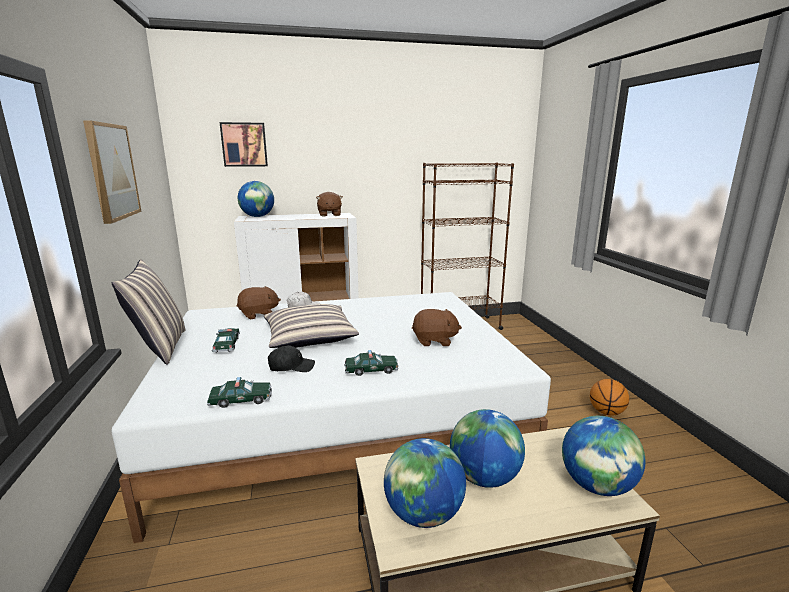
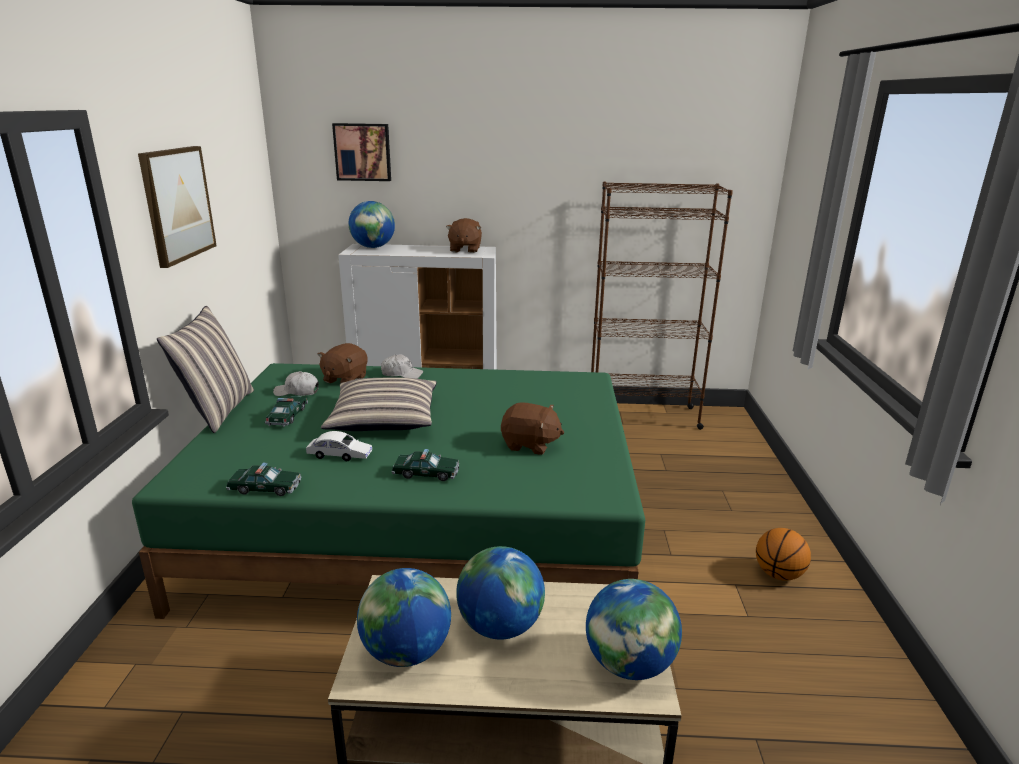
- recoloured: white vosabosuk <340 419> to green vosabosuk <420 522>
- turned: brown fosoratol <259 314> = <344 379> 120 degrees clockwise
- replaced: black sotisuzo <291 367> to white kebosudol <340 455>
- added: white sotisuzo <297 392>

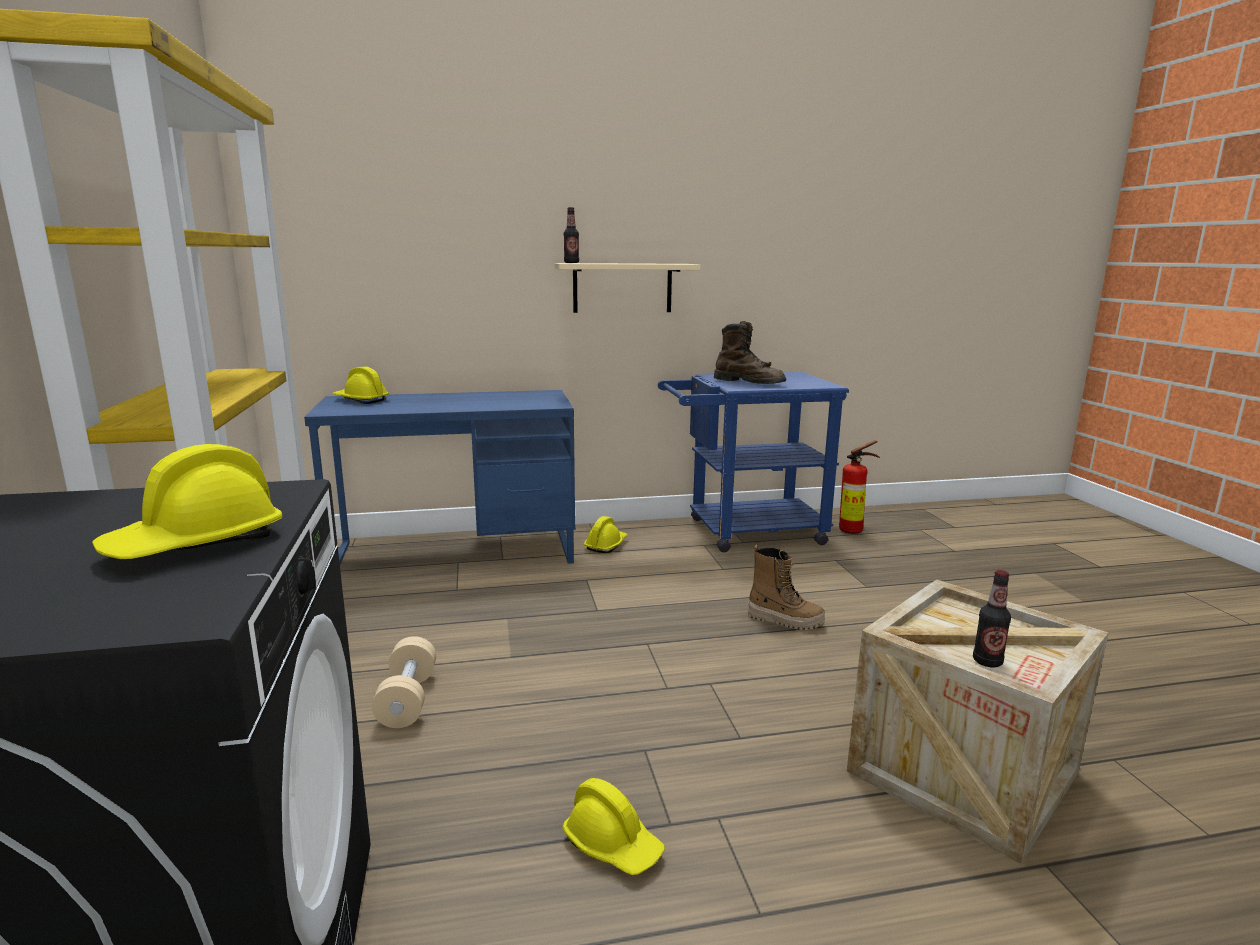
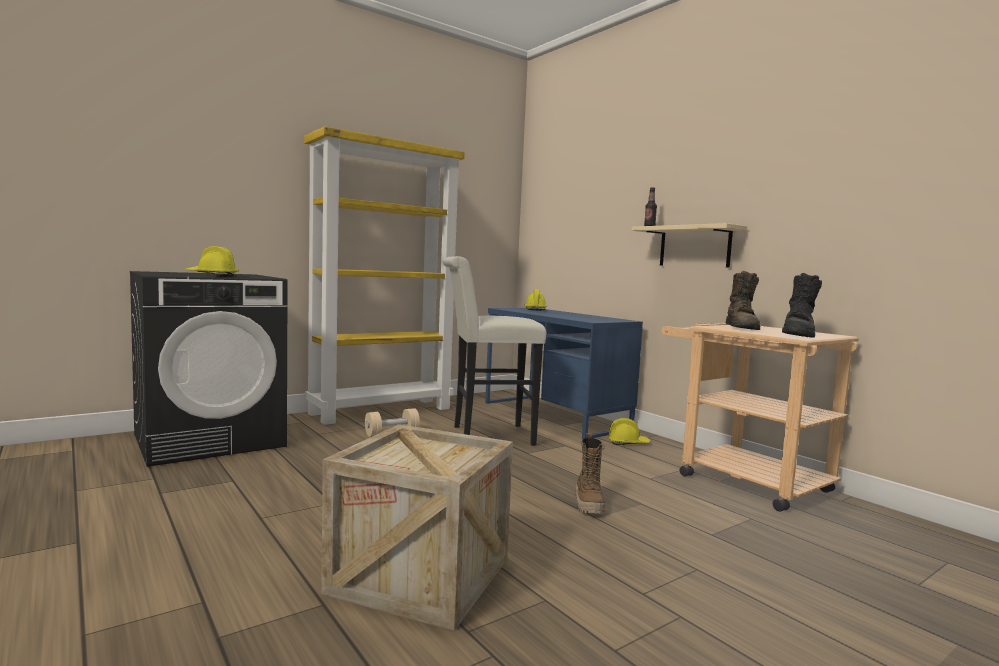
- removed: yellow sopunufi <613 844>
- recoloured: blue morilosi <744 532> to beige morilosi <742 479>
- removed: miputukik <854 531>
- removed: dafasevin <987 661>
- added: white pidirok <485 436>
- added: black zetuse <798 335>

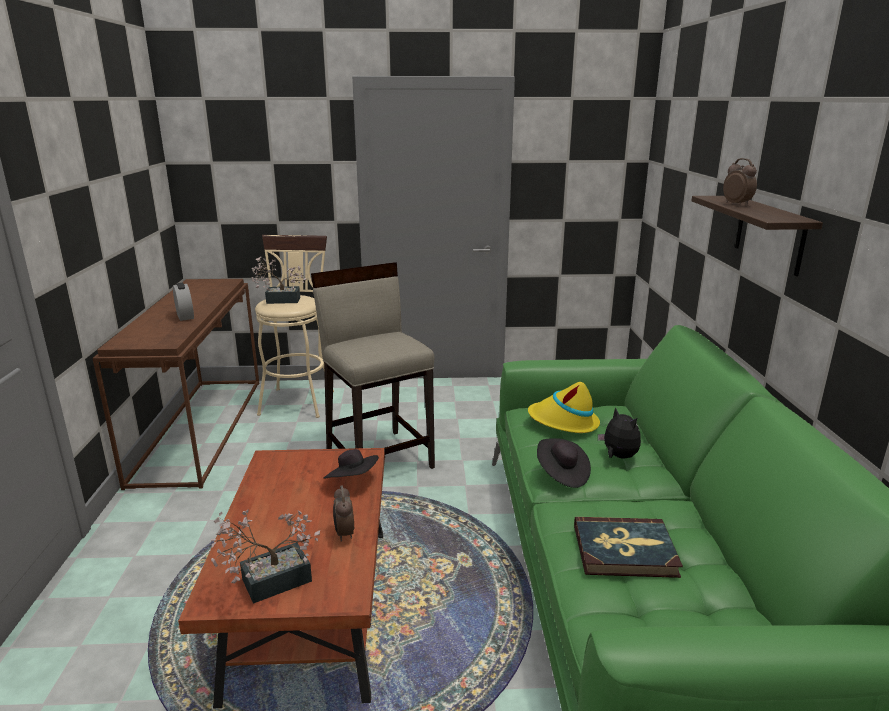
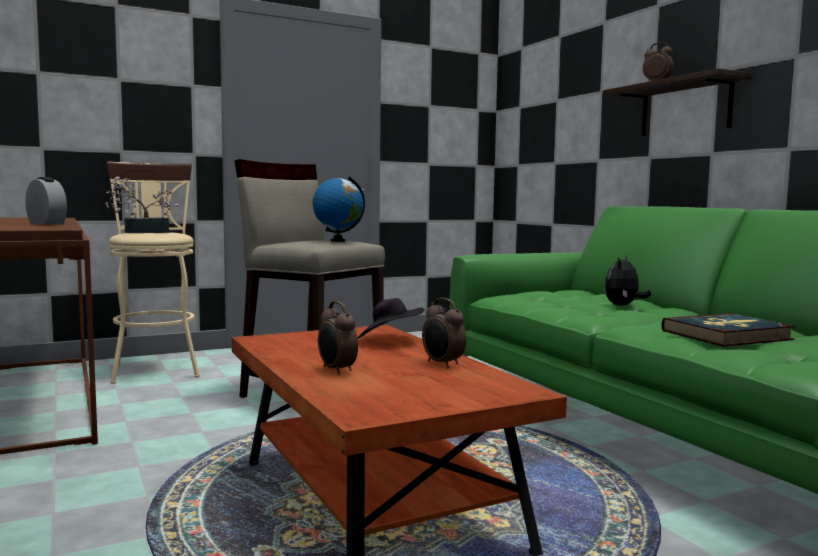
- removed: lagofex <268 583>
- removed: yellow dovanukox <563 422>
- removed: black dovanukox <562 474>
- turned: fosoratol <618 456> = <623 306> 90 degrees counterclockwise
- added: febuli <338 241>
- added: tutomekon <336 370>

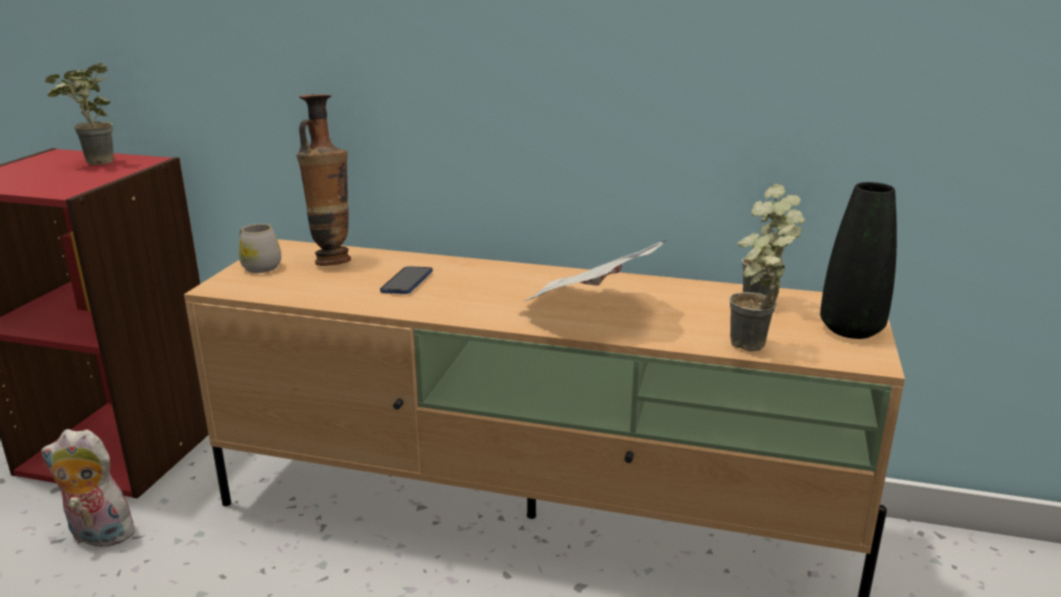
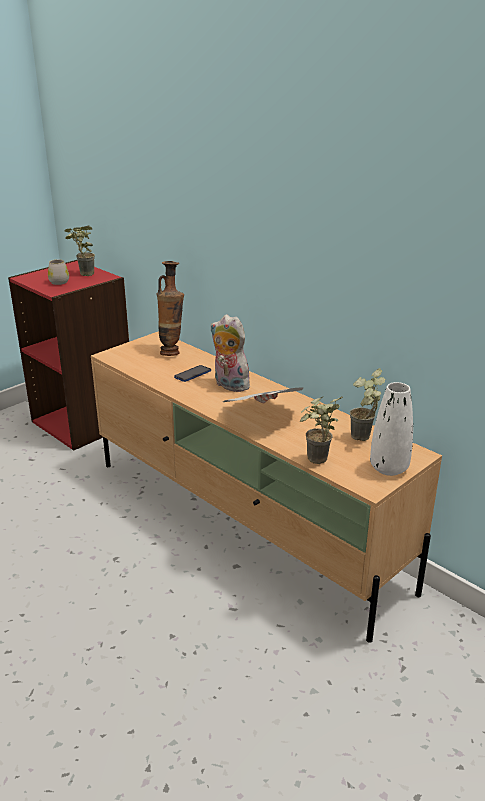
- moved: fosoratol <97 536> to <229 385>
- moved: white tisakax <258 266> to <59 281>
- recoloured: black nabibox <851 329> to white nabibox <389 468>

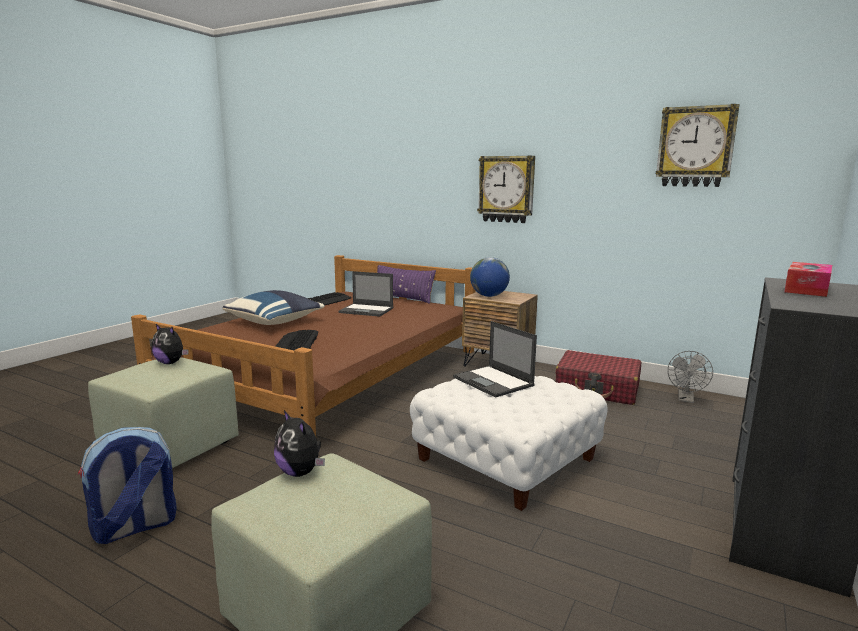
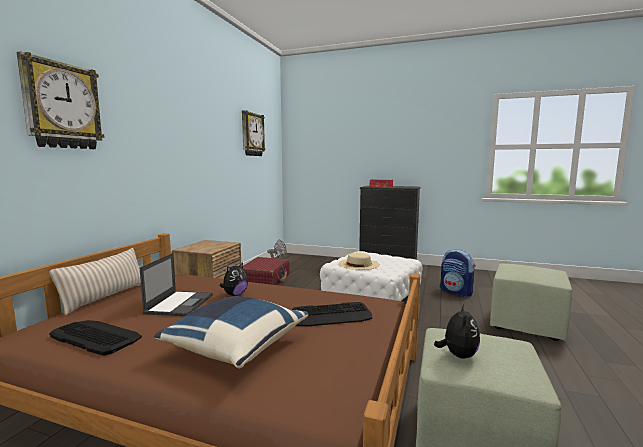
- moved: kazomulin <134 527> to <456 292>
- moved: fosoratol <300 472> to <235 294>
- recoloured: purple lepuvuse <403 298> to beige lepuvuse <105 297>
- replaced: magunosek <494 382> to beige dovanukox <359 264>
- removed: febuli <489 296>
- moved: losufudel <506 189> to <62 106>

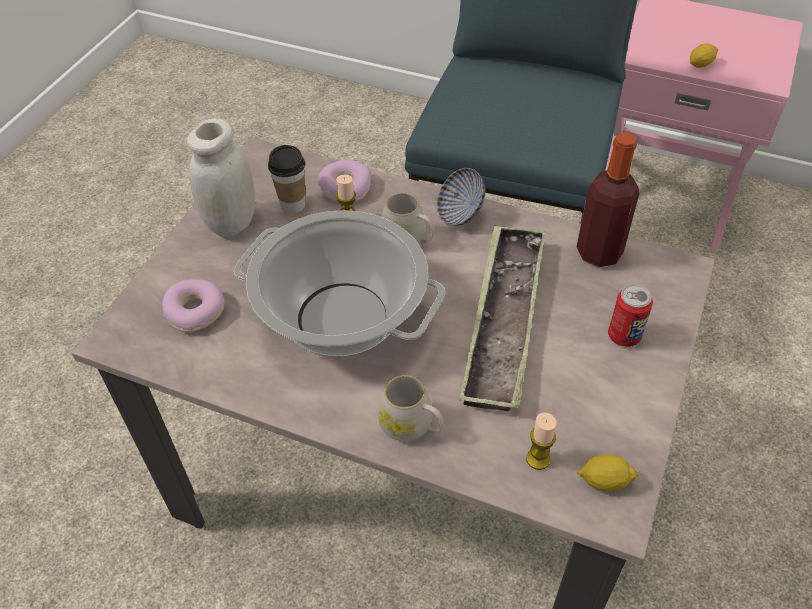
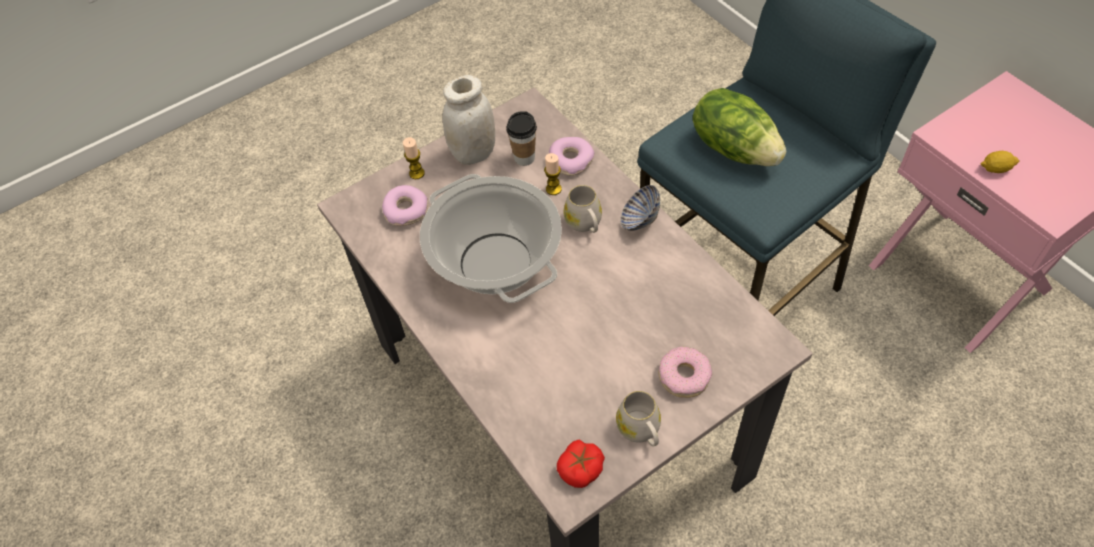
- moved: white tisakax <411 426> to <641 431>
- removed: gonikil <503 321>
- moved: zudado <538 459> to <417 173>
- removed: dafasevin <599 252>
- replaced: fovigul <604 481> to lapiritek <581 469>
- replaced: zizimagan <624 336> to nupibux <683 376>
- added: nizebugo <734 148>

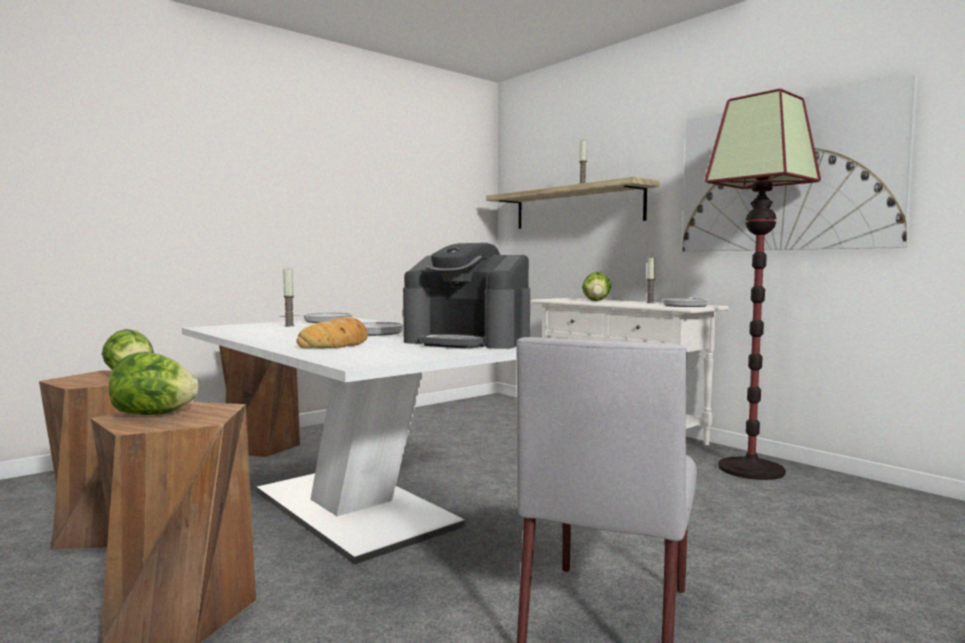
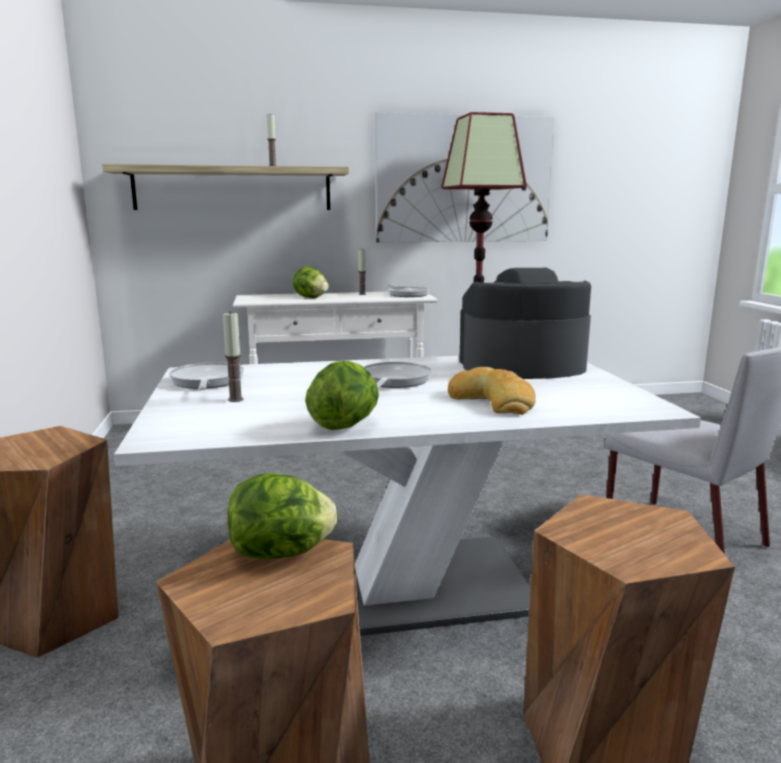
- moved: nizebugo <153 414> to <345 425>
- turned: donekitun <468 341> = <520 366> 150 degrees counterclockwise

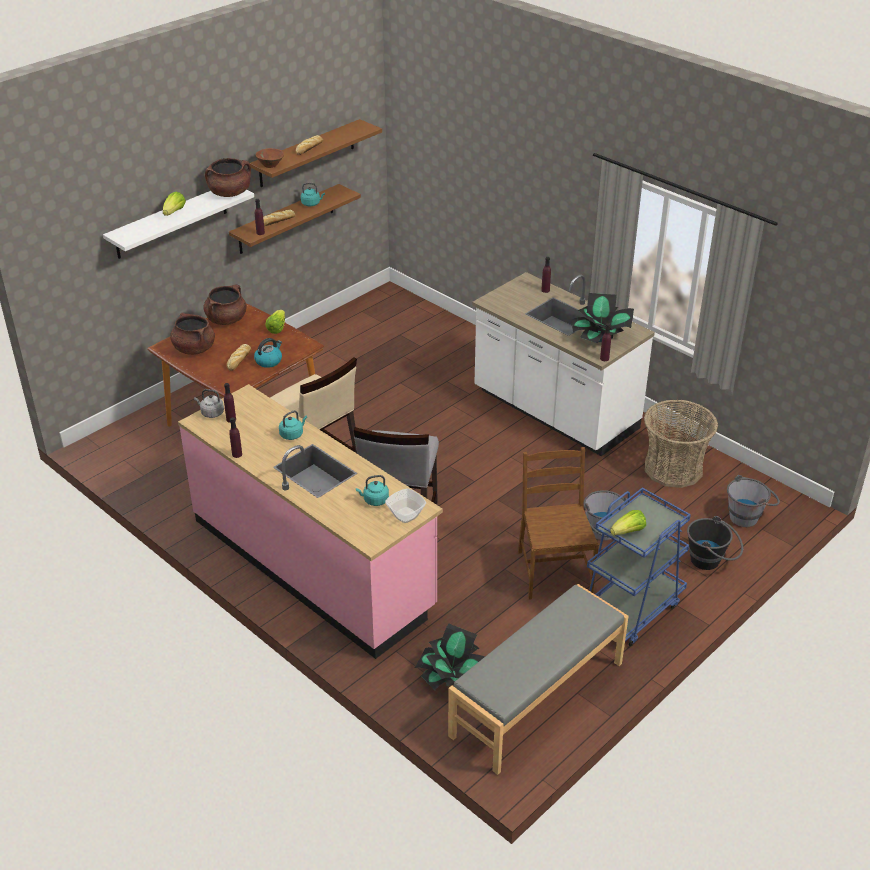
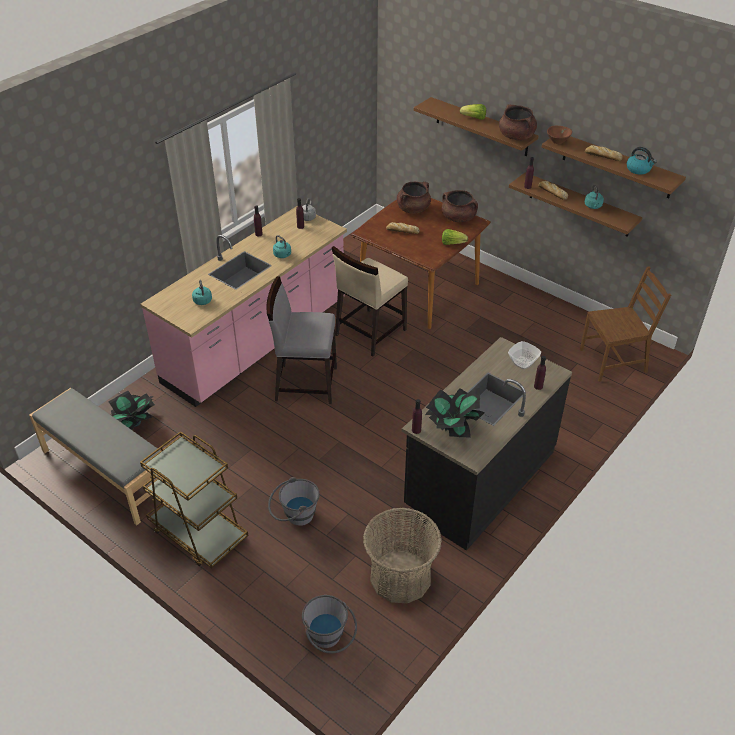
- recoloured: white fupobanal <171 221> to brown fupobanal <481 127>
- moved: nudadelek <269 361> to <639 169>
- moved: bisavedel <406 515> to <523 363>
- recoloured: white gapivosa <554 411> to black gapivosa <479 479>
- moved: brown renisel <553 571> to <613 361>
- recoloured: blue morilosi <630 610> to brown morilosi <198 533>
- removed: nizebugo <628 532>
- removed: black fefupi <711 561>

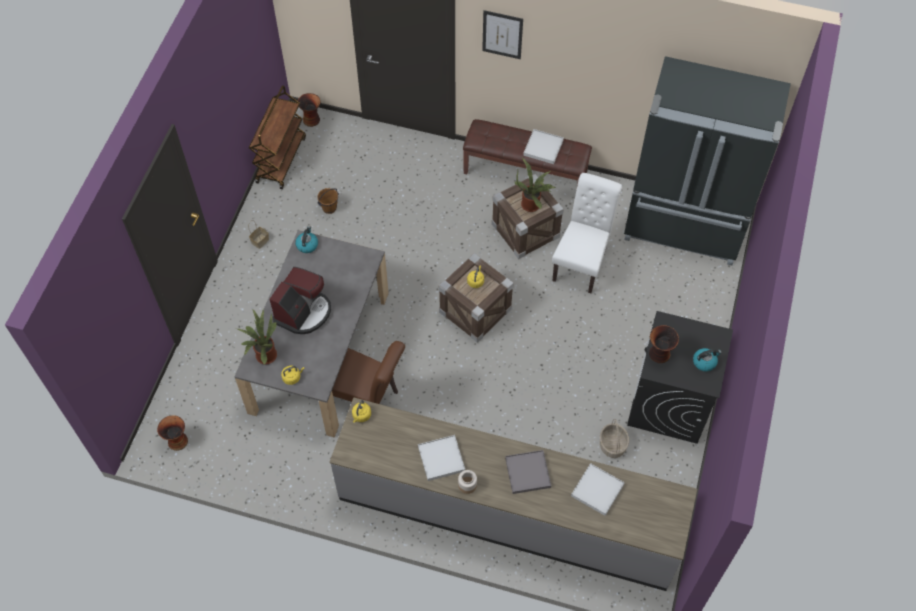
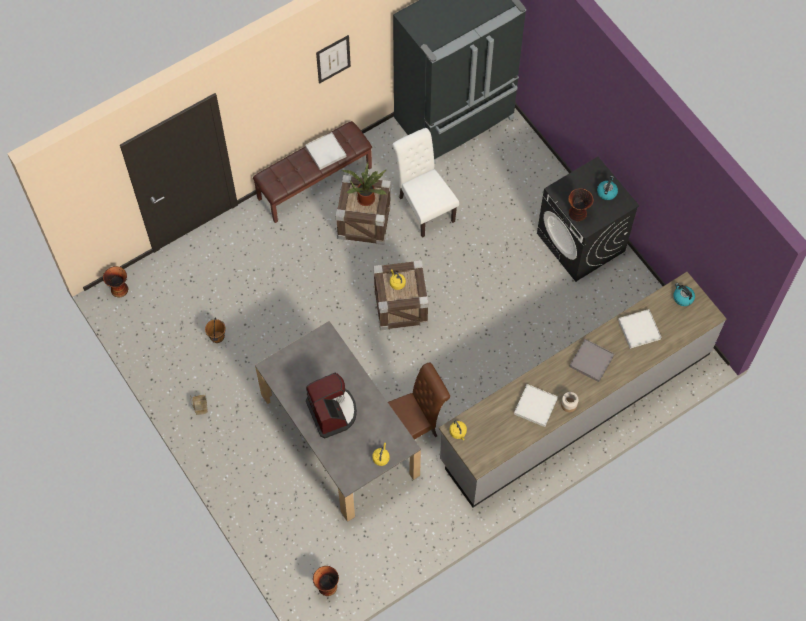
- removed: lagofex <264 355>
- removed: brown morilosi <281 159>
- moved: nudadelek <307 245> to <682 298>
- moved: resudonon <502 34> to <333 59>
- removed: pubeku <612 445>

